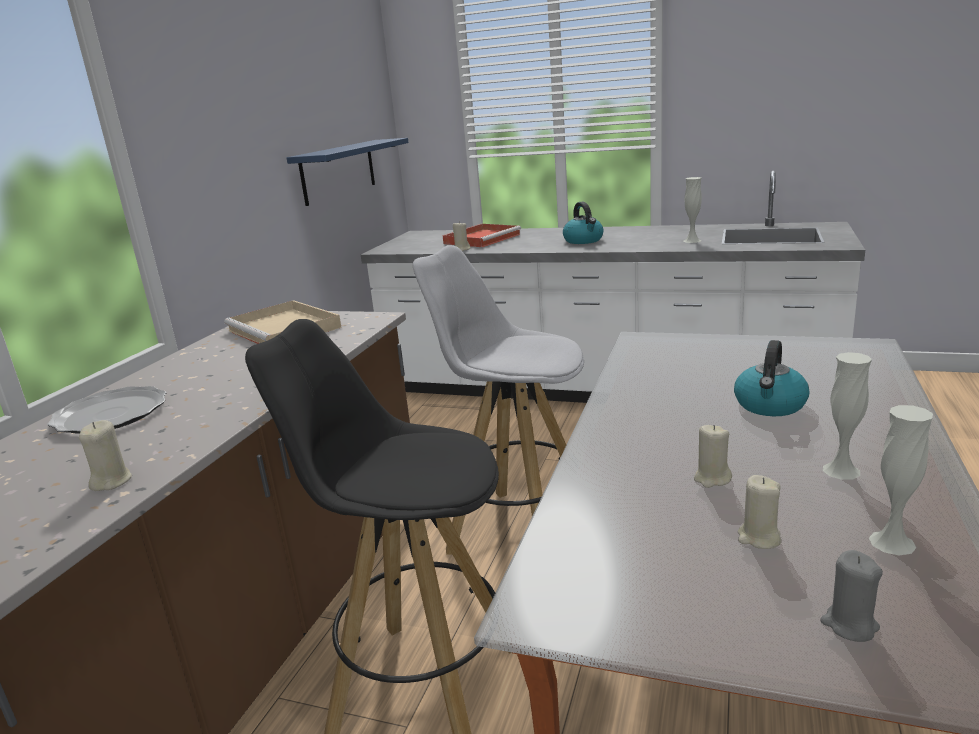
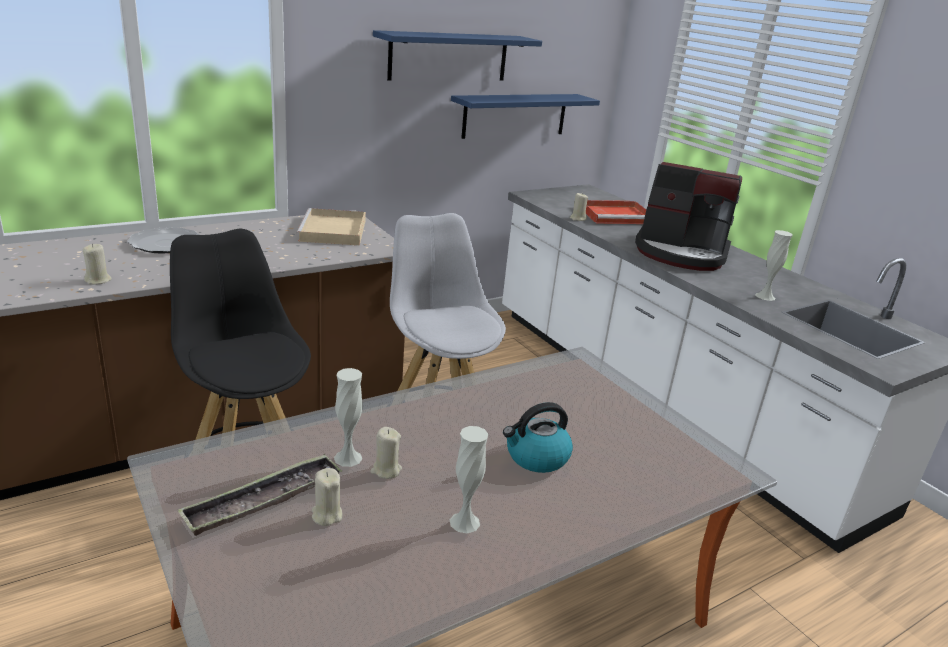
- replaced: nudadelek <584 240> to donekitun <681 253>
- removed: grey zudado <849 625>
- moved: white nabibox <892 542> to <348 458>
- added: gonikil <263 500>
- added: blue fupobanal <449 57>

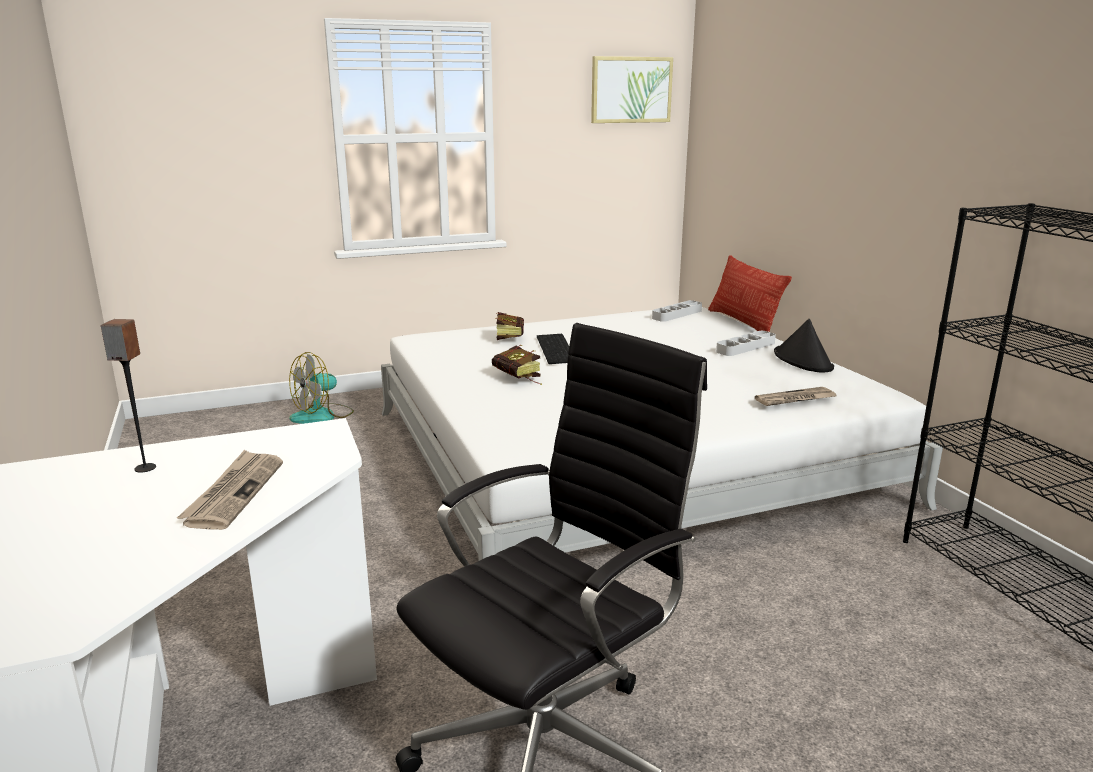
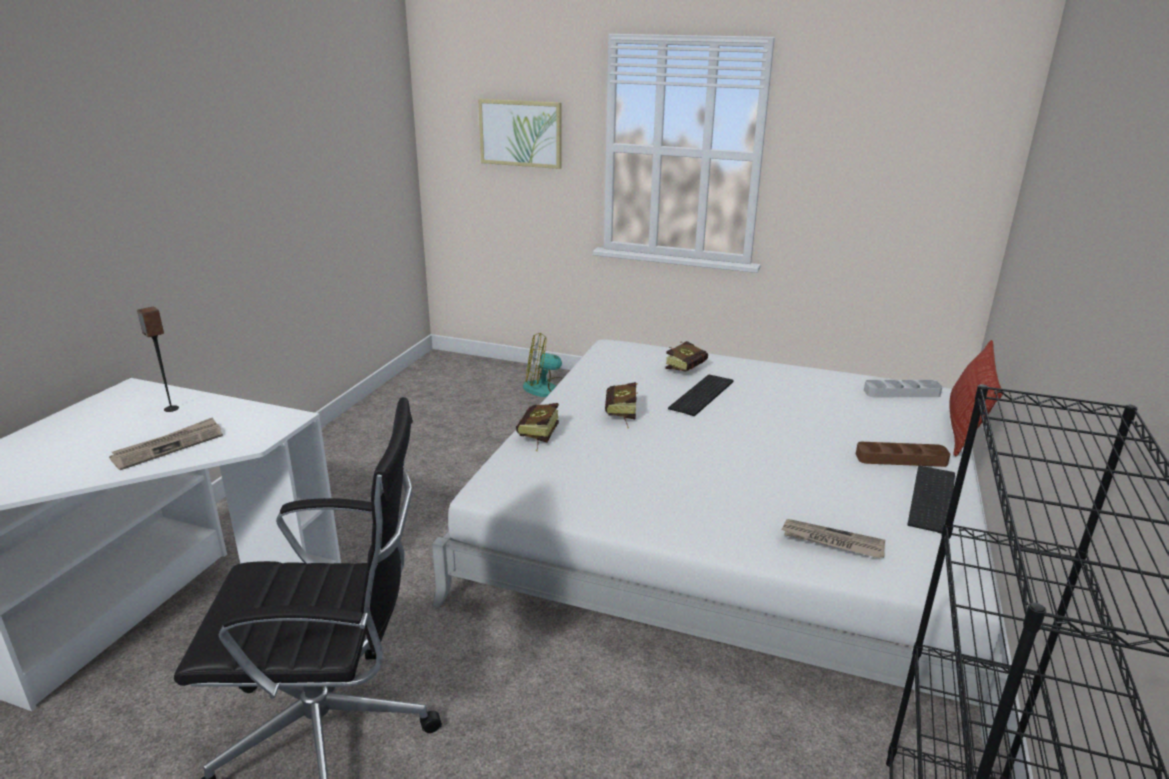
- moved: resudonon <631 90> to <521 133>
- recoloured: grey gonikil <745 347> to brown gonikil <901 459>
- replaced: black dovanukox <803 360> to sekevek <934 500>
- added: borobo <537 437>

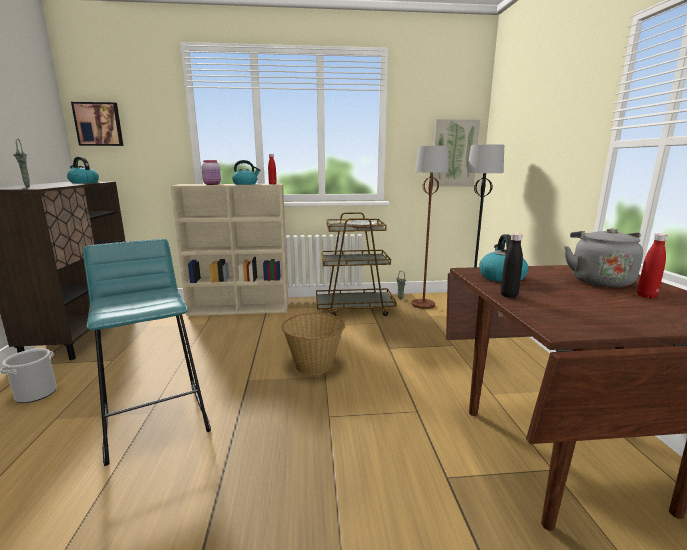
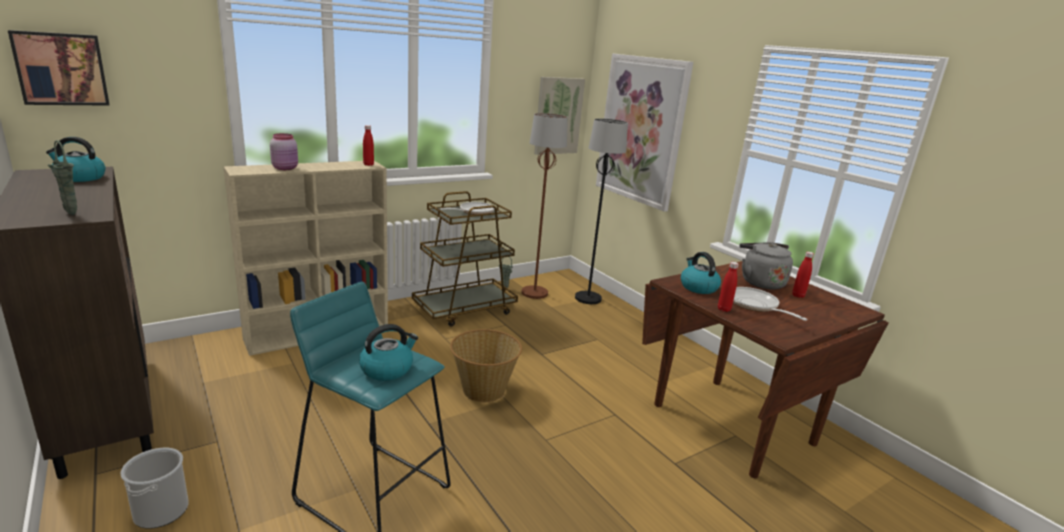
- moved: nudadelek <245 184> to <387 369>
- recoloured: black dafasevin <509 295> to red dafasevin <724 309>
- added: resudonon <641 130>
- added: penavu <755 305>

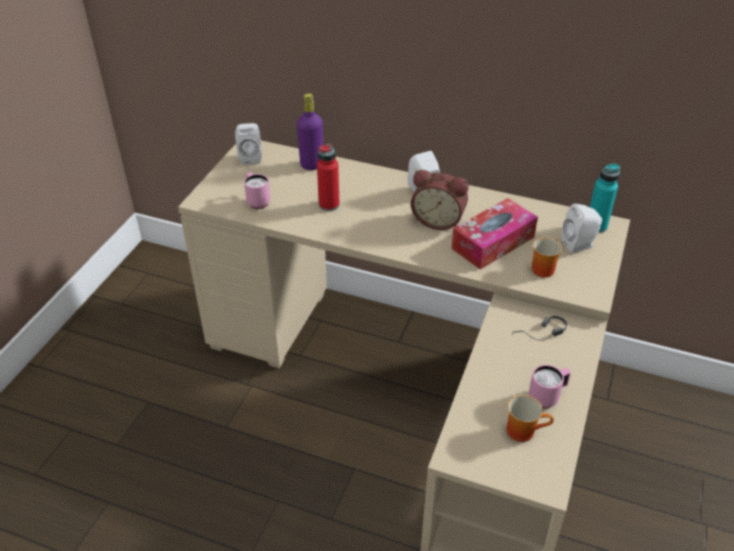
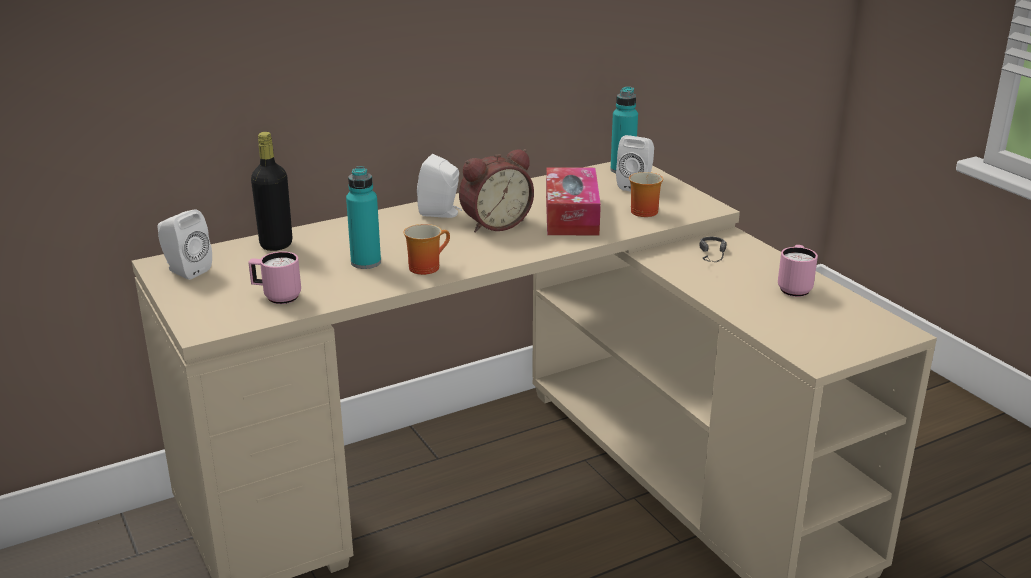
- recoloured: purple dafasevin <312 165> to black dafasevin <276 244>
- recoloured: red dafasevin <329 205> to turquoise dafasevin <366 262>
- moved: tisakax <523 429> to <425 266>

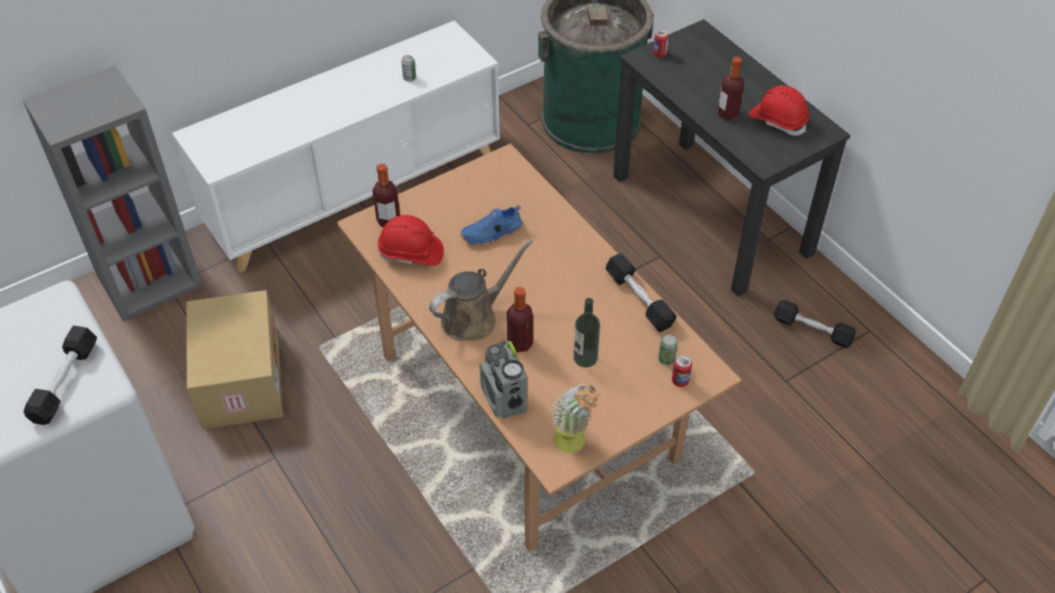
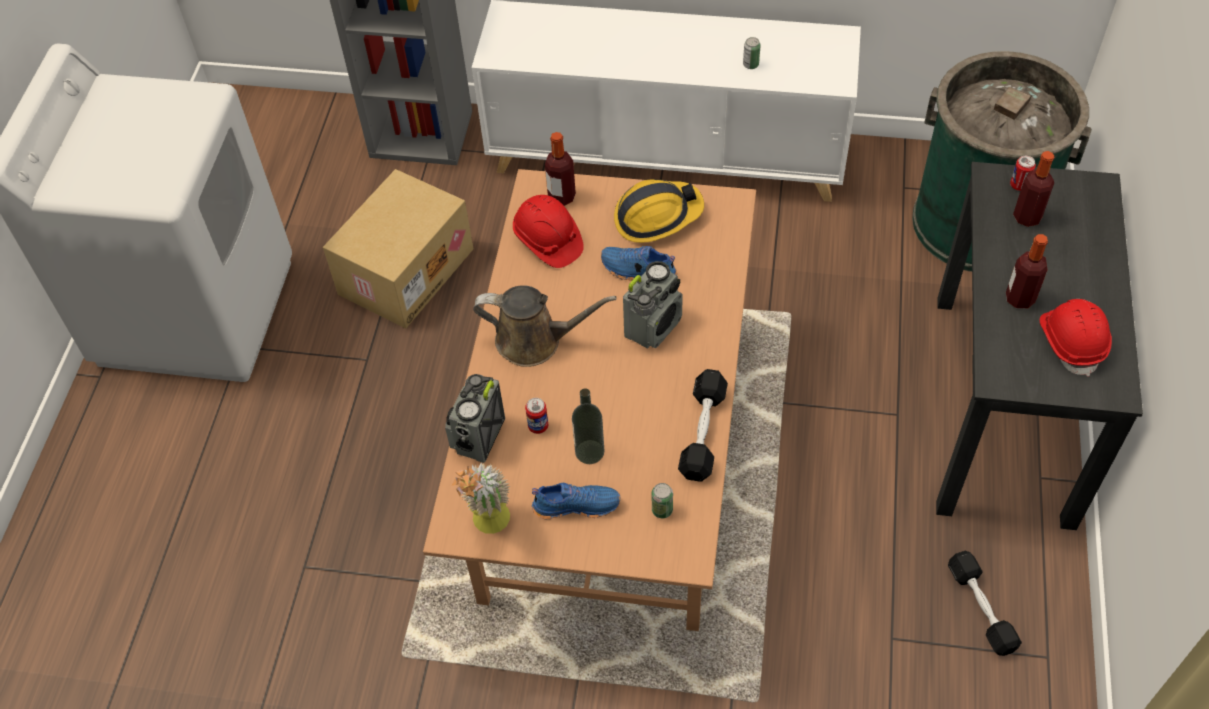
- removed: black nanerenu <65 382>
- moved: dafasevin <520 343> to <1027 217>
- moved: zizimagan <680 381> to <538 426>
- added: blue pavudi <576 504>
- added: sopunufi <657 216>
- added: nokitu <653 327>

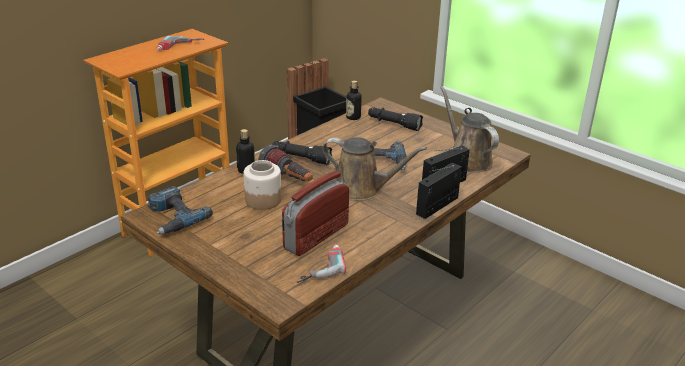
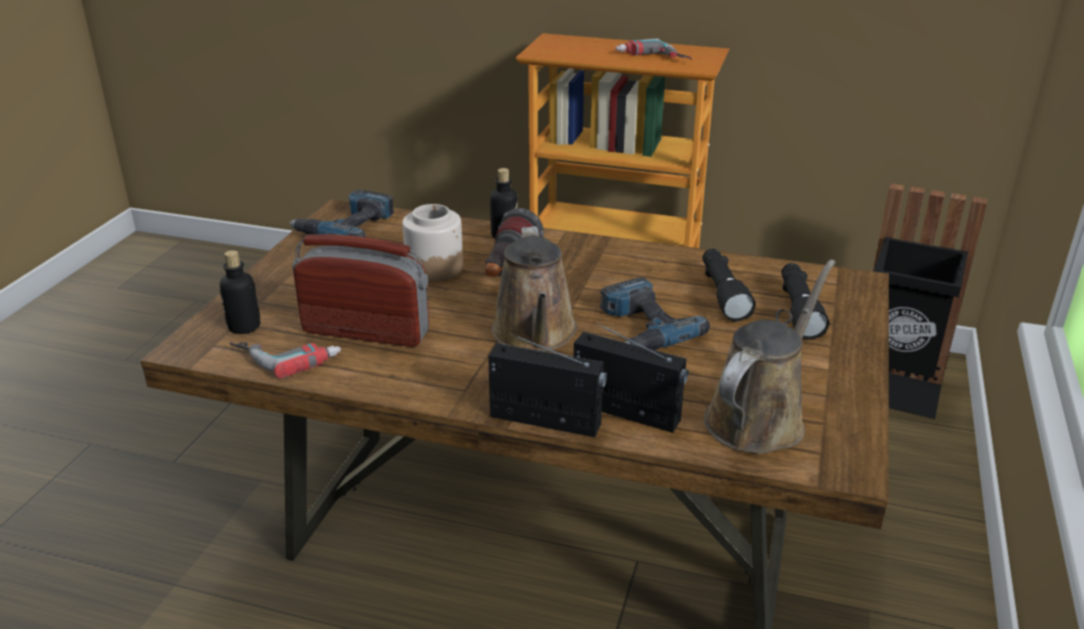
- moved: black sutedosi <301 158> to <722 293>
- moved: dafasevin <353 117> to <244 327>

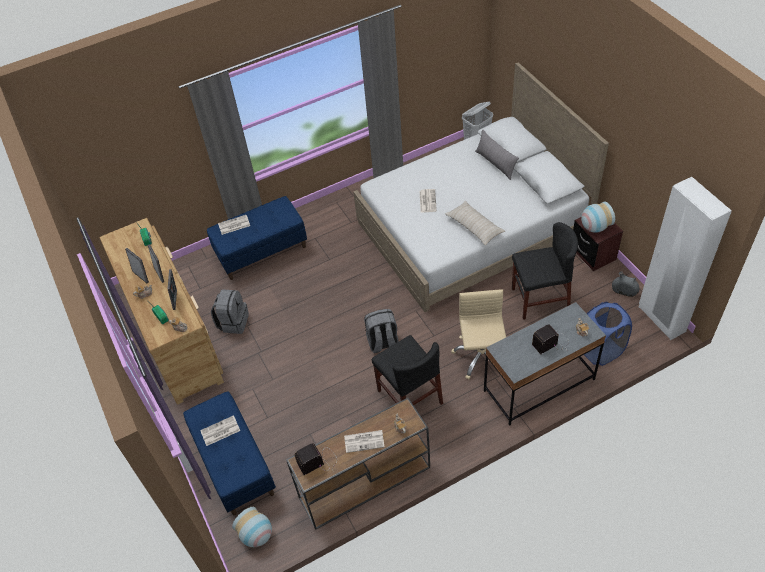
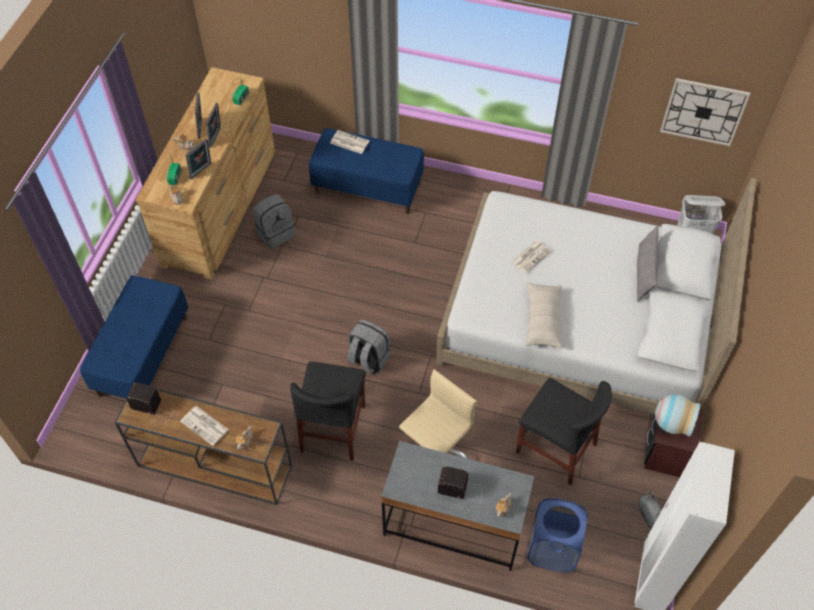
- removed: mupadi <220 431>
- removed: nabibox <257 535>
- added: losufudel <703 111>

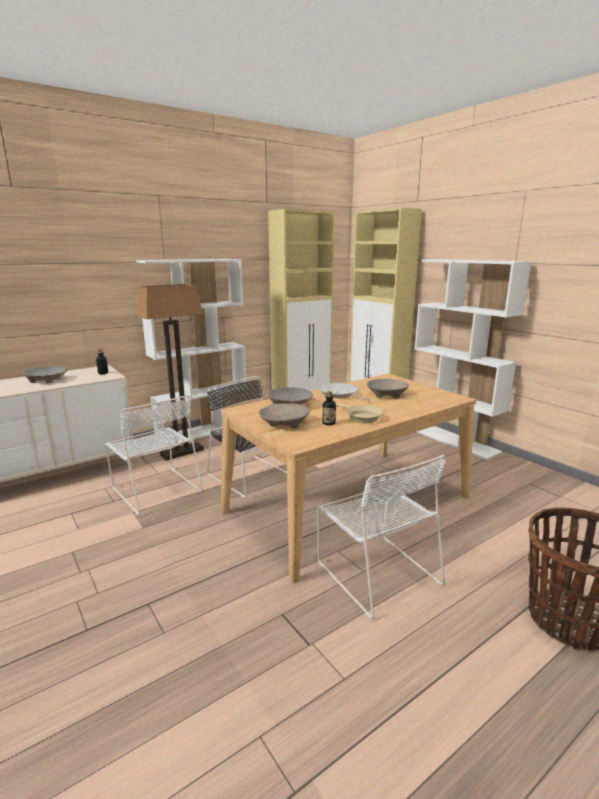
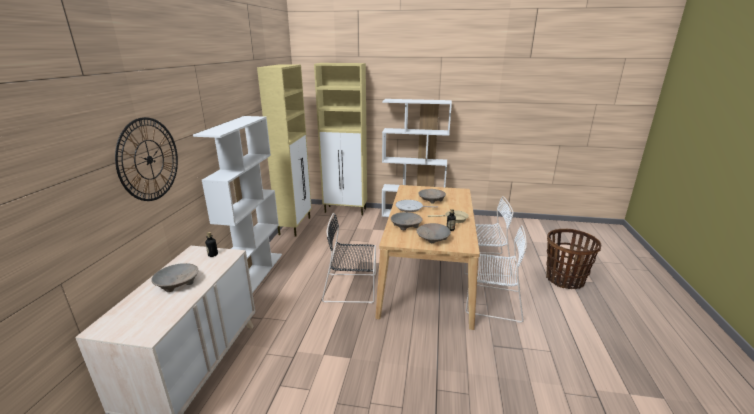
- moved: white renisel <156 489> to <481 263>
- removed: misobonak <182 452>
- added: losufudel <149 159>

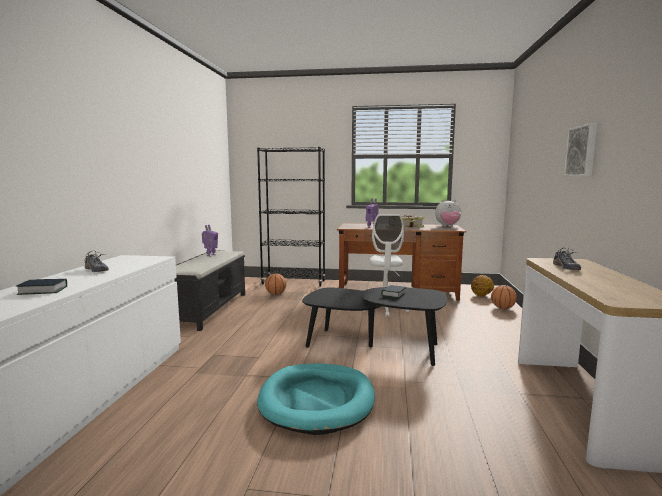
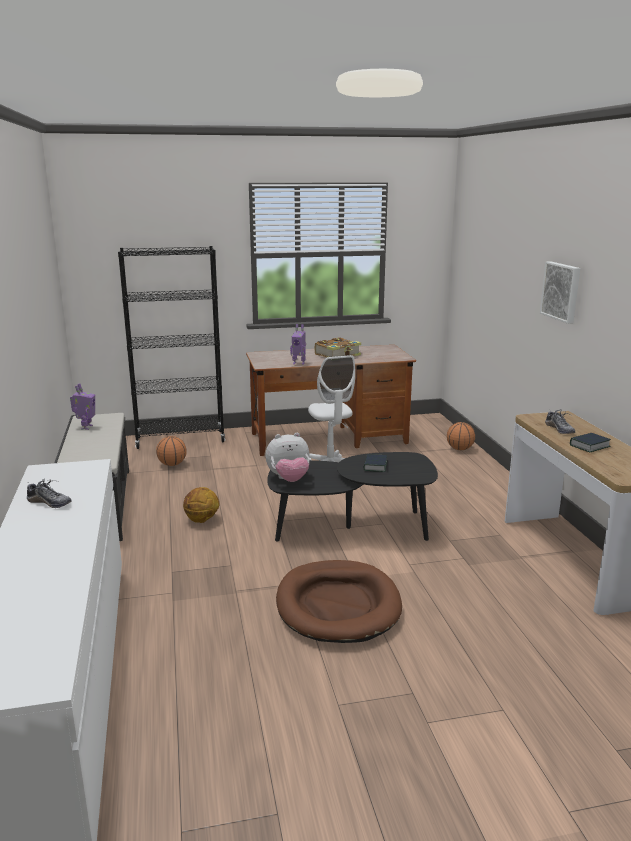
- moved: borobo <43 290> to <589 446>
- recoloured: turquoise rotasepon <317 401> to brown rotasepon <338 605>
- moved: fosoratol <448 226> to <289 479>
- moved: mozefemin <481 296> to <201 520>

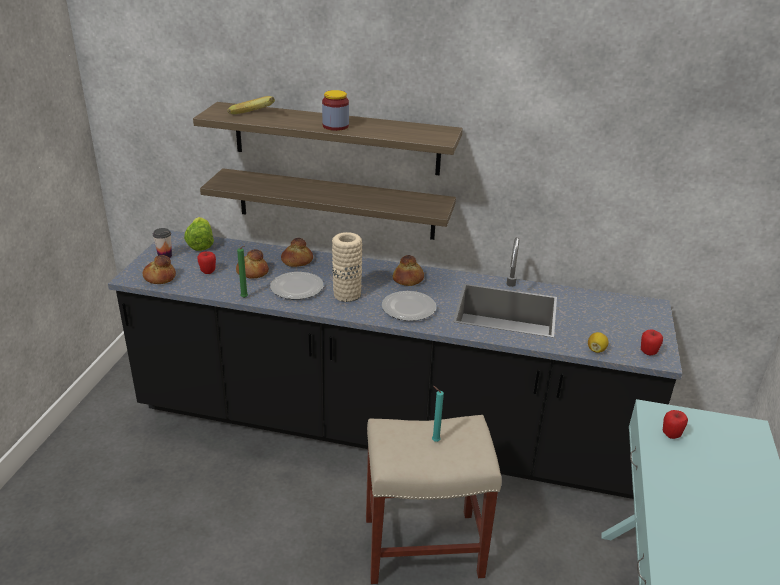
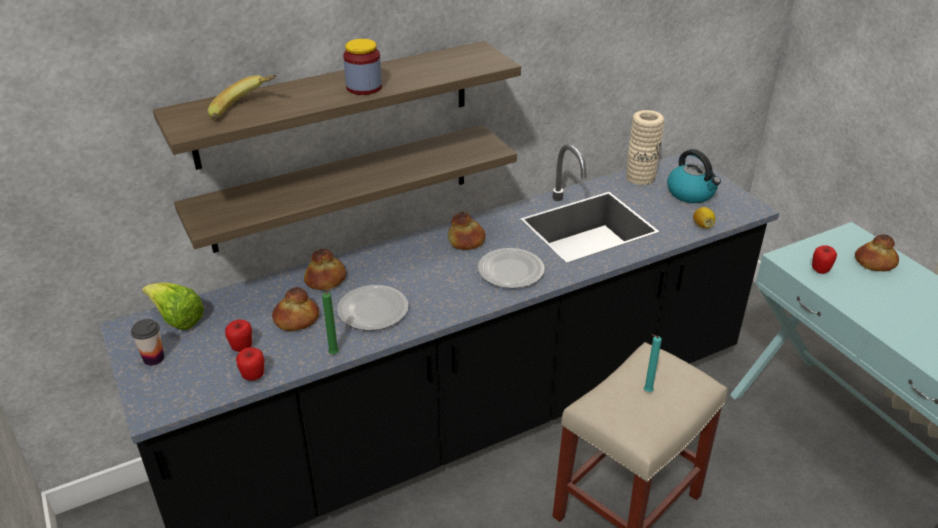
- moved: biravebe <159 277> to <875 263>
- moved: beige nabibox <347 294> to <640 177>
- moved: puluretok <648 352> to <253 376>
- added: nudadelek <691 193>

